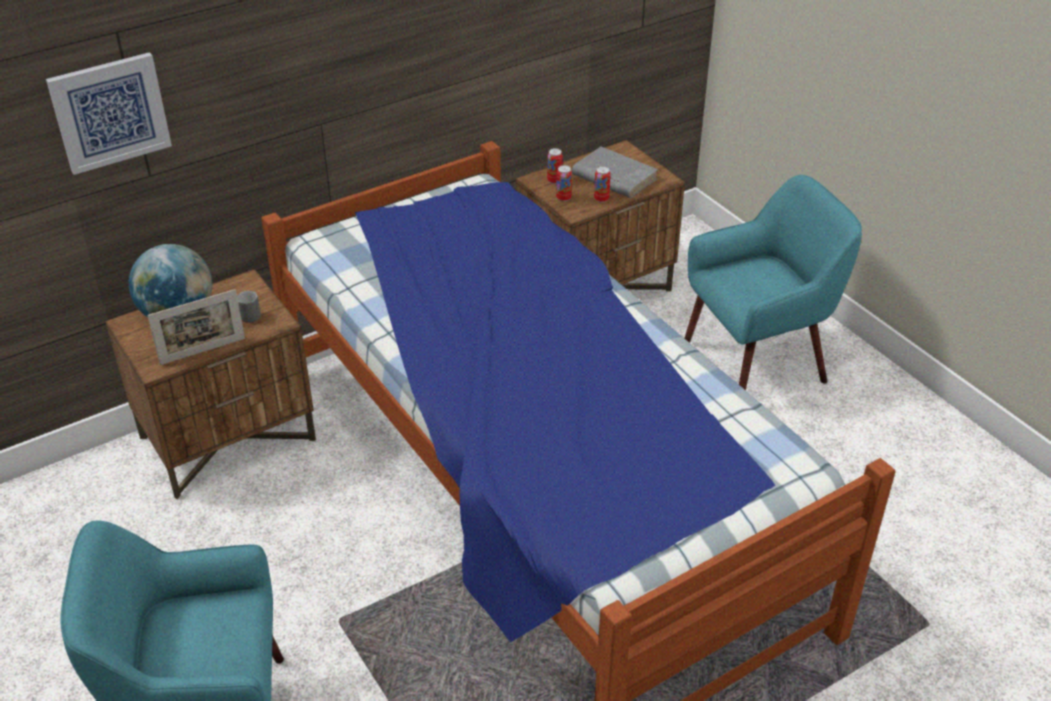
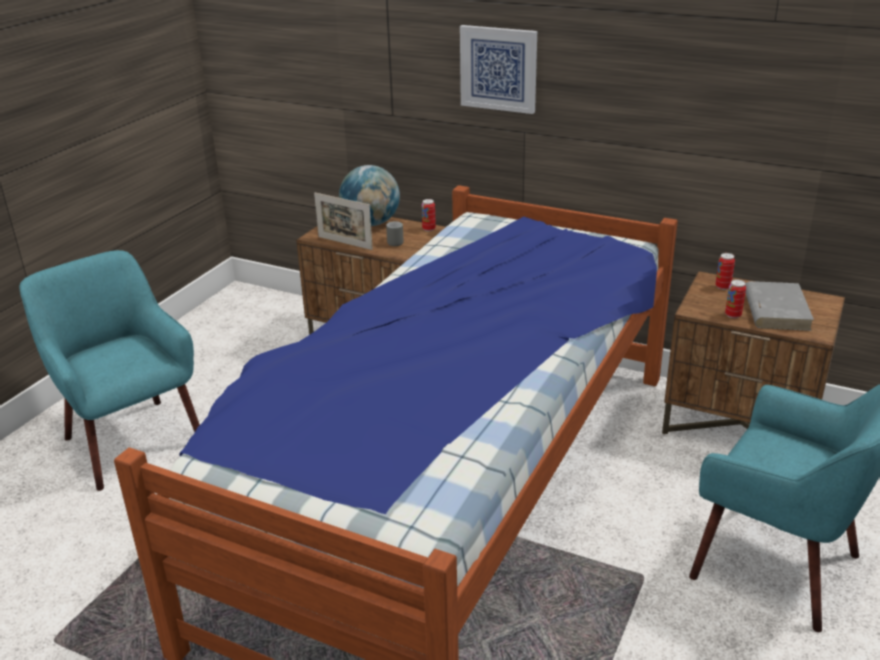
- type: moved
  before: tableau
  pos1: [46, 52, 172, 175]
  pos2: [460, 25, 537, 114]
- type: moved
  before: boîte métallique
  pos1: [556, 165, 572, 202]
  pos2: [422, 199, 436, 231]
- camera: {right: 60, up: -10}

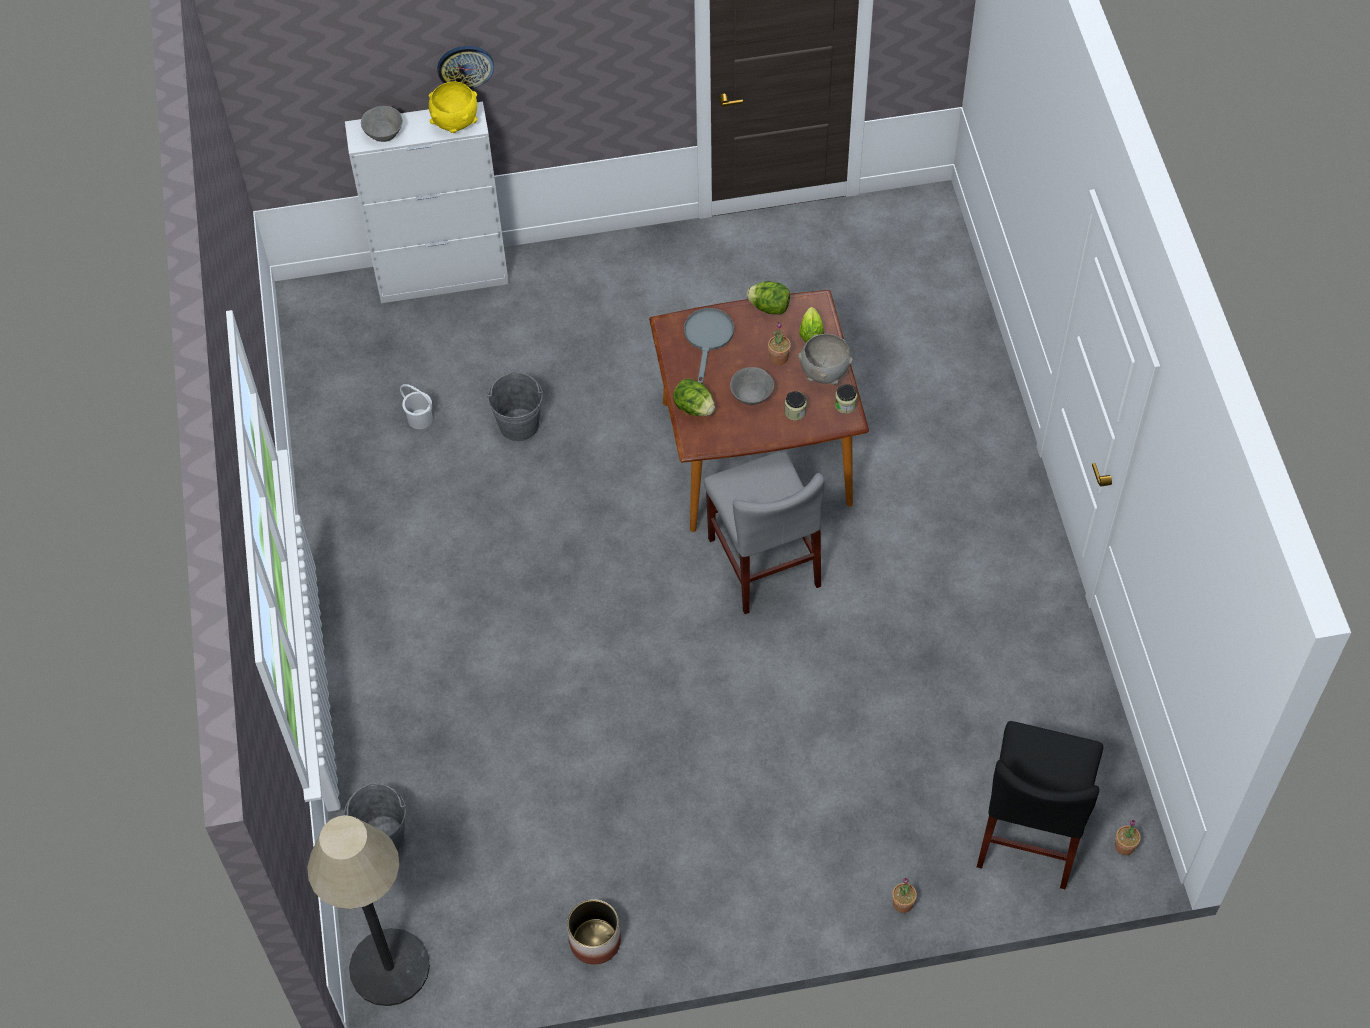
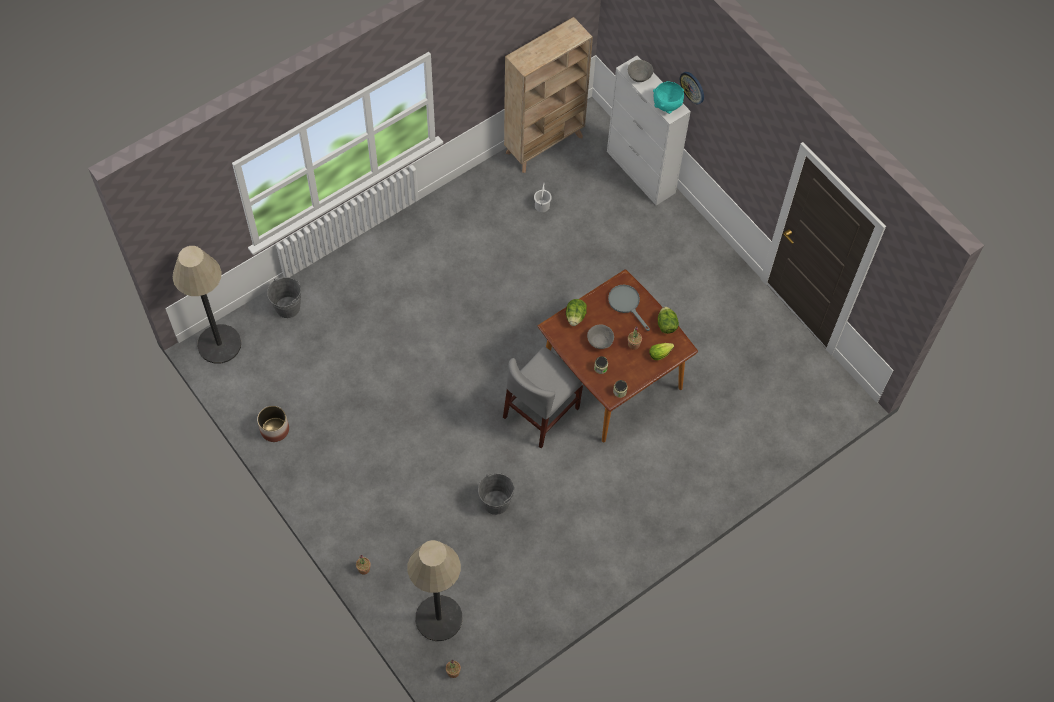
- type: recoloured
  before: bol (jaune)
  after: bol (turquoise)
  pos1: [429, 82, 477, 133]
  pos2: [653, 81, 684, 114]
- type: turned
  before: poêle (gris)
  pos1: [684, 308, 734, 384]
  pos2: [608, 285, 650, 331]
  turn: -105
- type: removed
  before: bol (gris)
  pos1: [798, 334, 853, 385]
- type: moved
  before: seau (gris)
  pos1: [487, 372, 543, 441]
  pos2: [478, 473, 514, 515]
- type: replaced
  before: chaise (noir)
  after: lampadaire
  pos1: [977, 721, 1103, 889]
  pos2: [408, 540, 462, 641]
- type: added
  after: bibliothèque (beige)
  pos2: [504, 17, 593, 173]
- camera: {right: 60, up: 5}

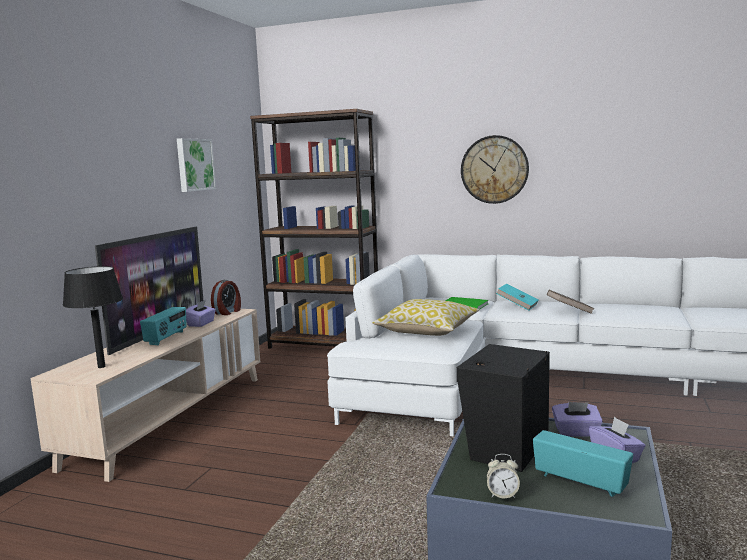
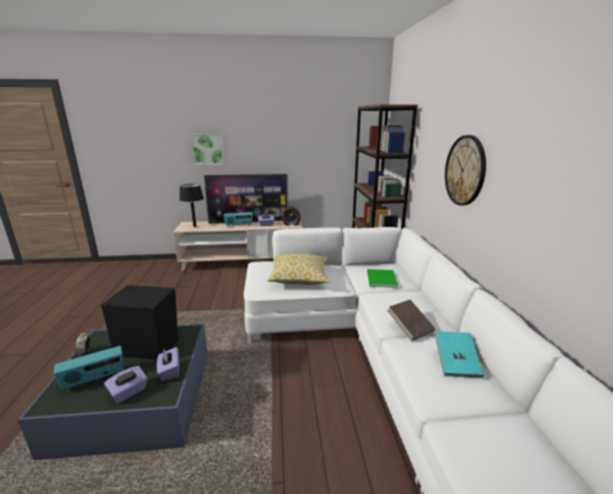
- type: moved
  before: tableau
  pos1: [177, 138, 216, 192]
  pos2: [191, 134, 224, 165]
- type: moved
  before: livre (turquoise)
  pos1: [496, 284, 538, 310]
  pos2: [435, 331, 484, 378]
- type: turned
  before: radio
  pos1: [533, 430, 633, 497]
  pos2: [54, 346, 124, 391]
  turn: 45
- camera: {right: 65, up: 10}

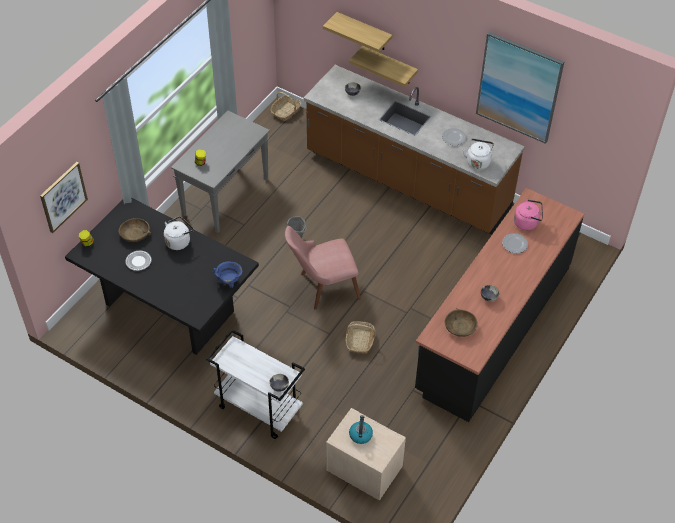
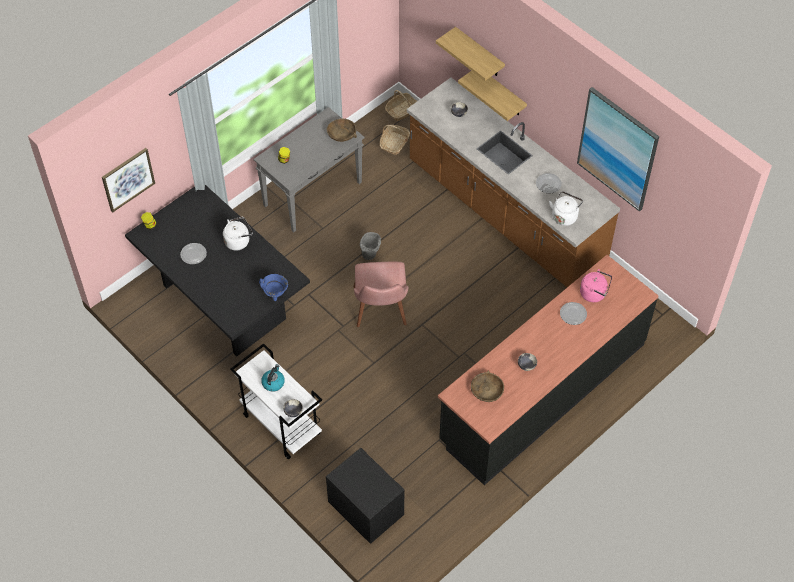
- type: moved
  before: bol (marron)
  pos1: [118, 218, 151, 242]
  pos2: [327, 118, 357, 142]
- type: turned
  before: chaise (rose)
  pos1: [285, 226, 361, 309]
  pos2: [353, 262, 408, 327]
  turn: -90
- type: moved
  before: panier
  pos1: [346, 321, 376, 354]
  pos2: [380, 125, 410, 155]
- type: recoloured
  before: table de chevet (beige)
  after: table de chevet (noir)
  pos1: [326, 408, 406, 501]
  pos2: [326, 448, 404, 544]
- type: moved
  before: bouilloire
  pos1: [349, 415, 373, 444]
  pos2: [261, 364, 285, 392]
- camera: {right: 15, up: 5}

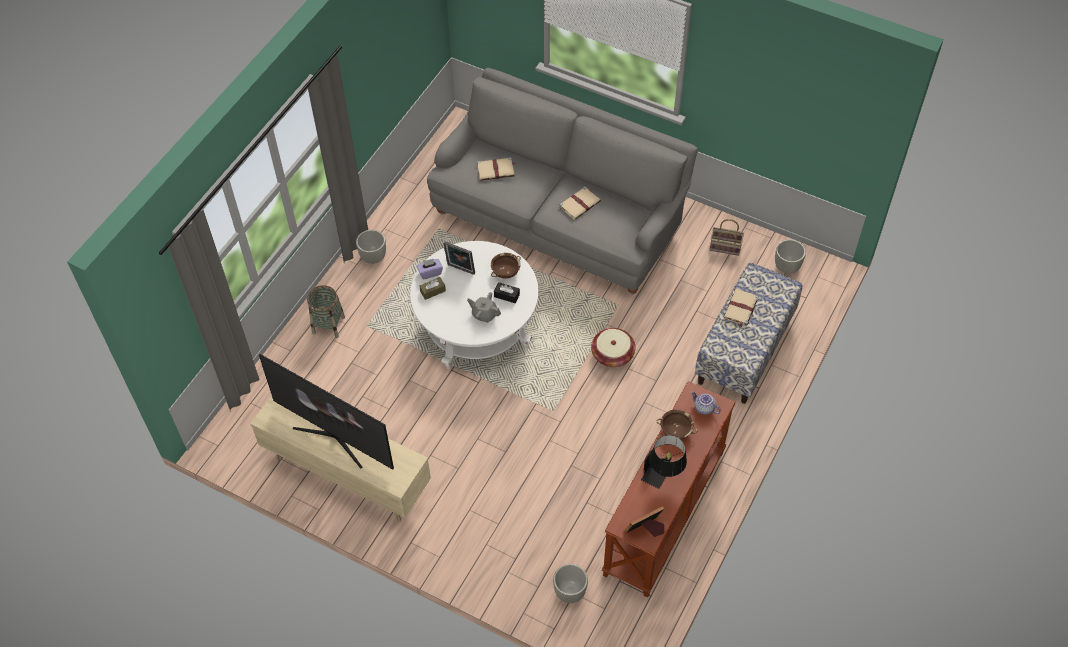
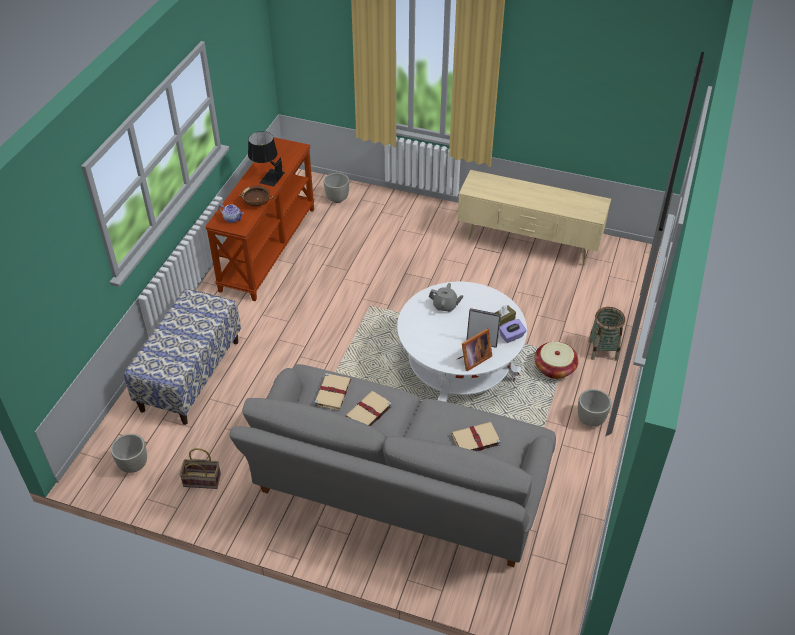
- type: removed
  before: bol (marron)
  pos1: [491, 253, 521, 279]
- type: removed
  before: boîte à mouchoirs (noir)
  pos1: [494, 282, 520, 303]
- type: moved
  before: livre (beige)
  pos1: [724, 289, 759, 328]
  pos2: [314, 373, 351, 410]
- type: moved
  before: panier
  pos1: [591, 328, 635, 367]
  pos2: [534, 342, 579, 379]
- type: removed
  before: téléviseur
  pos1: [259, 354, 394, 470]
- type: moved
  before: cadre photo
  pos1: [624, 506, 664, 537]
  pos2: [458, 329, 492, 371]
- camera: {right: 170, up: -10}

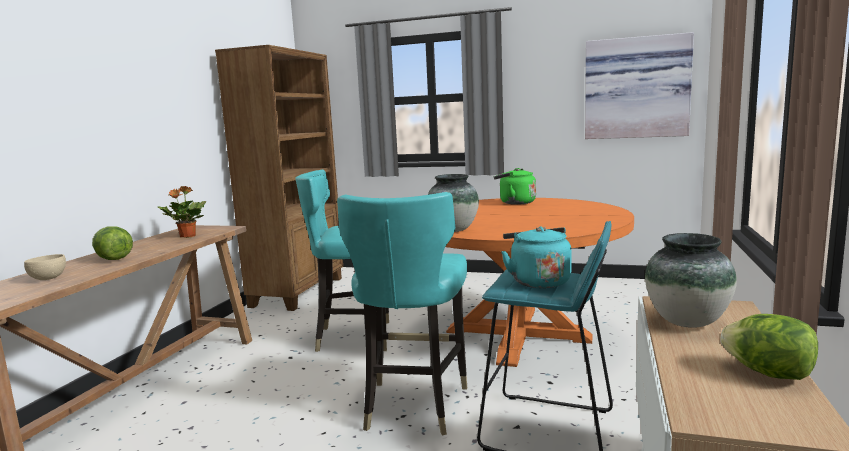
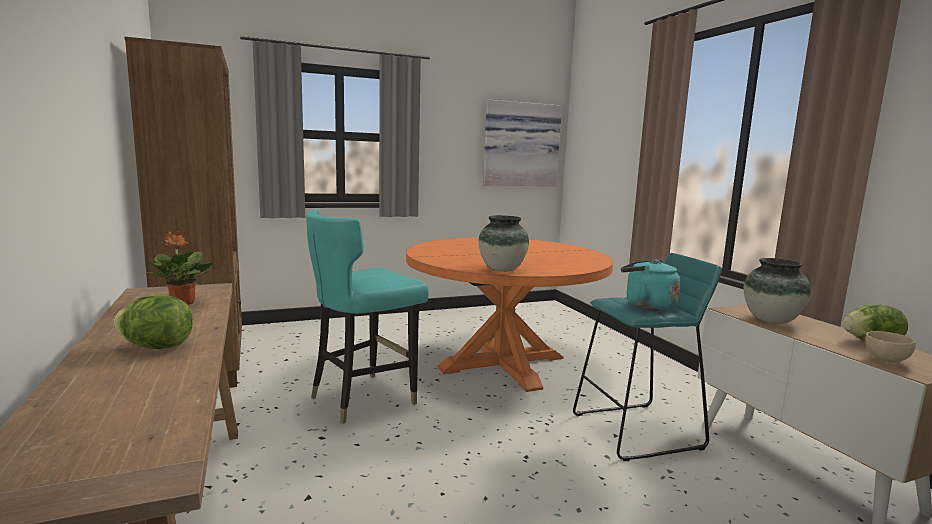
- type: removed
  before: bouilloire (vert)
  pos1: [494, 168, 536, 205]
- type: removed
  before: chaise (turquoise)
  pos1: [337, 192, 467, 435]
- type: moved
  before: bol (beige)
  pos1: [24, 254, 66, 280]
  pos2: [865, 331, 916, 363]
- camera: {right: -40, up: 0}

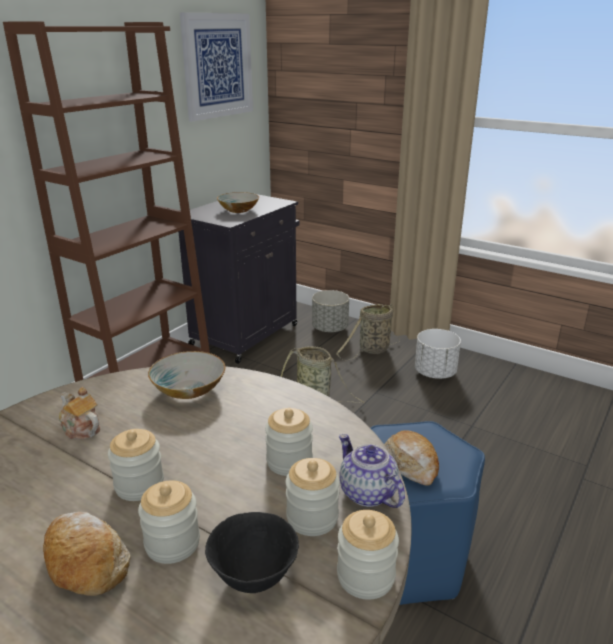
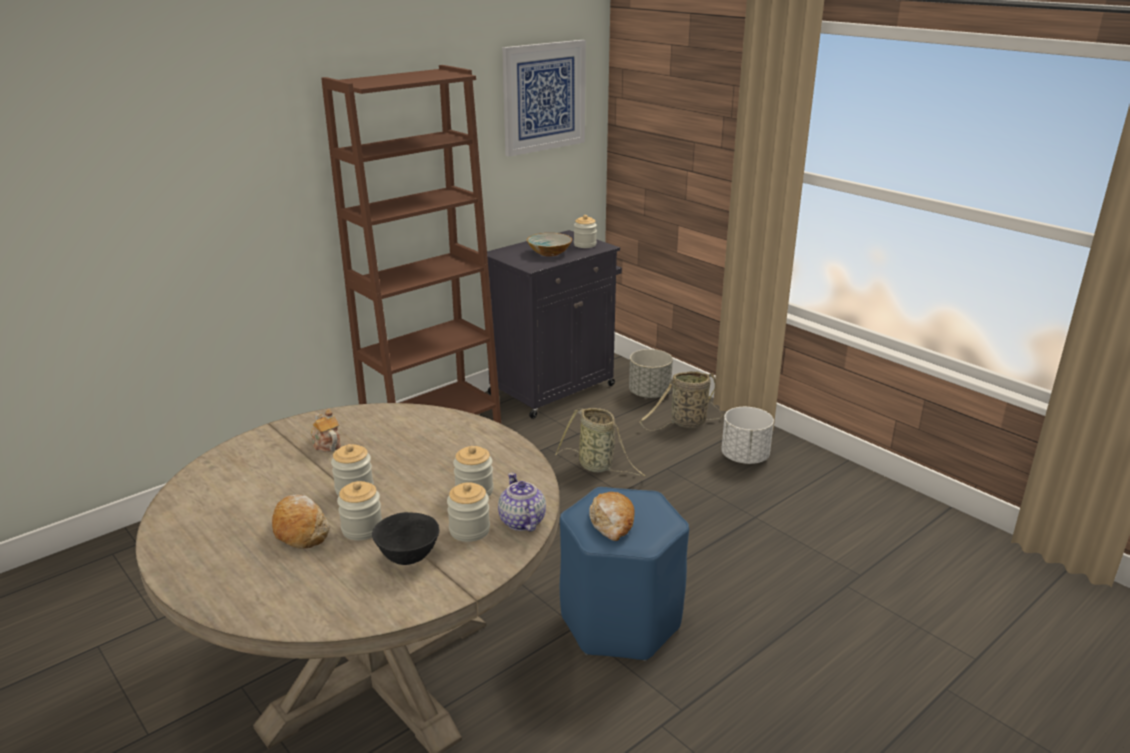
- type: removed
  before: bol
  pos1: [148, 351, 226, 399]
- type: moved
  before: bocal
  pos1: [337, 510, 399, 600]
  pos2: [574, 215, 597, 248]
- camera: {right: 15, up: 0}

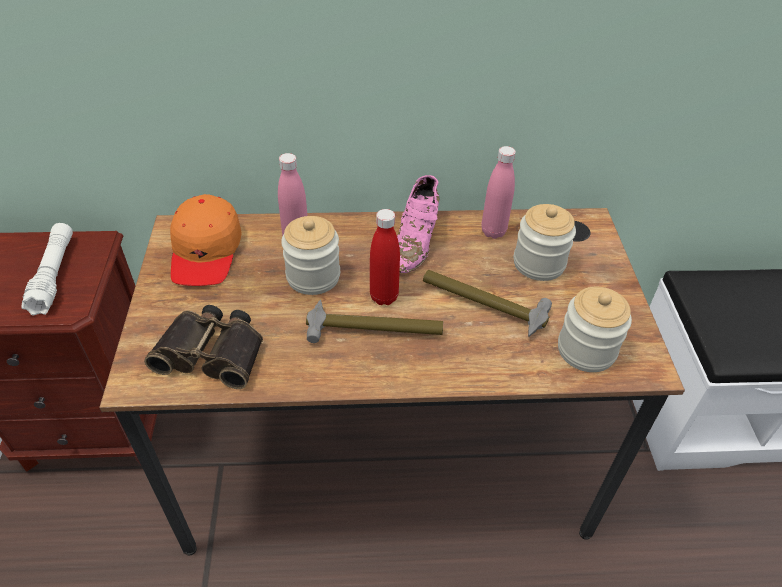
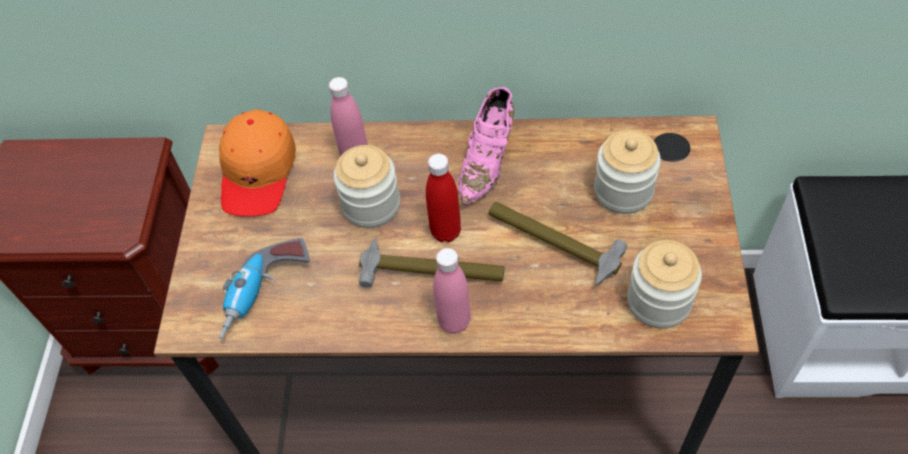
- type: moved
  before: bouteille (rose)
  pos1: [481, 146, 516, 239]
  pos2: [433, 248, 471, 334]
- type: removed
  before: lampe de poche (blanc)
  pos1: [21, 223, 73, 316]
- type: replaced
  before: jumelles
  after: perceuse
  pos1: [144, 305, 263, 389]
  pos2: [219, 238, 310, 339]
- camera: {right: 10, up: 10}

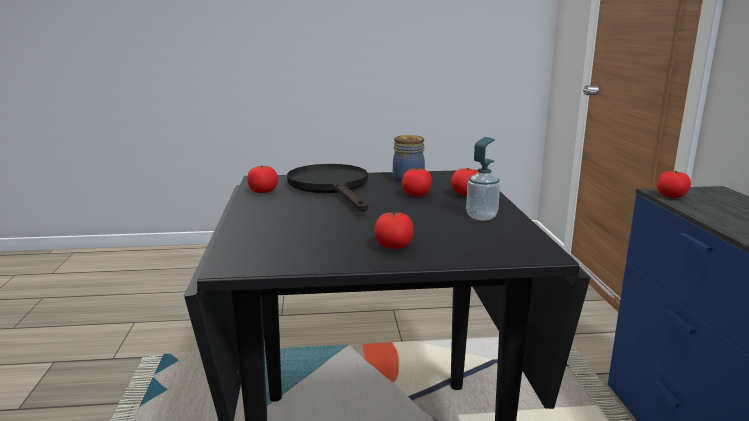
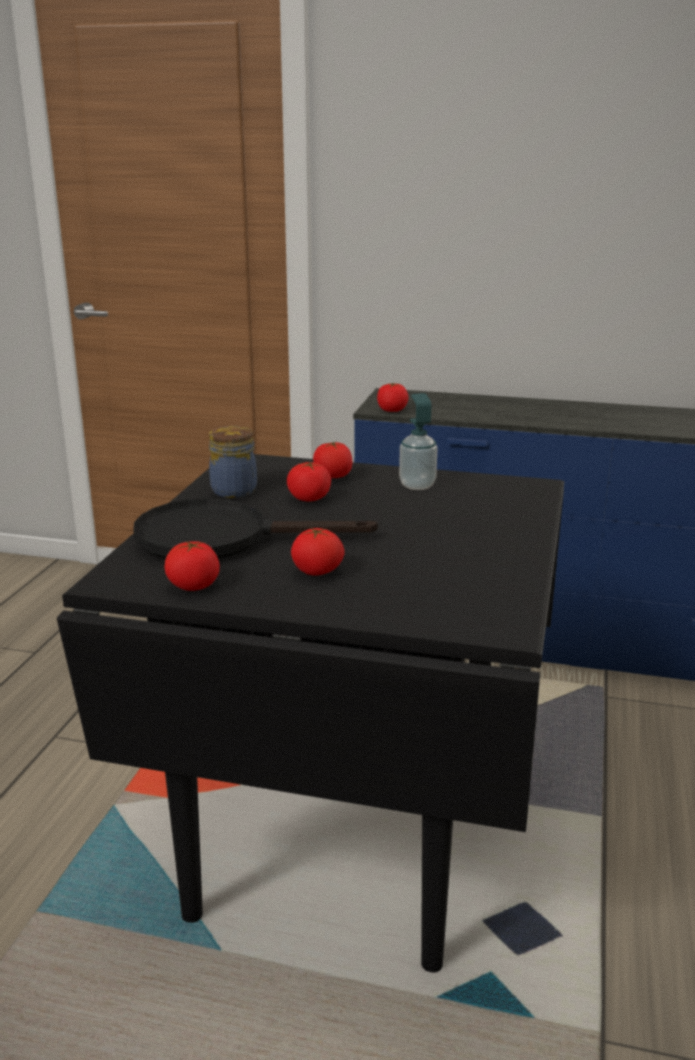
- type: moved
  before: tomate
  pos1: [375, 212, 414, 249]
  pos2: [291, 528, 345, 576]
- camera: {right: -70, up: 5}

